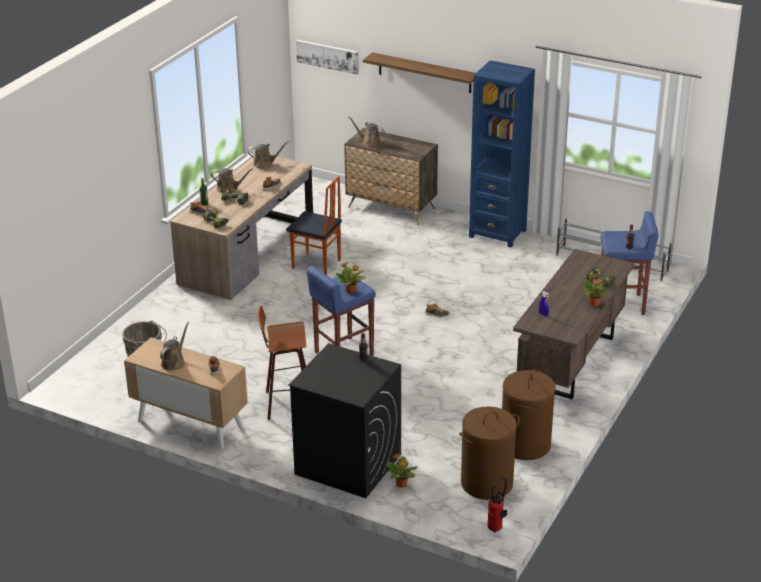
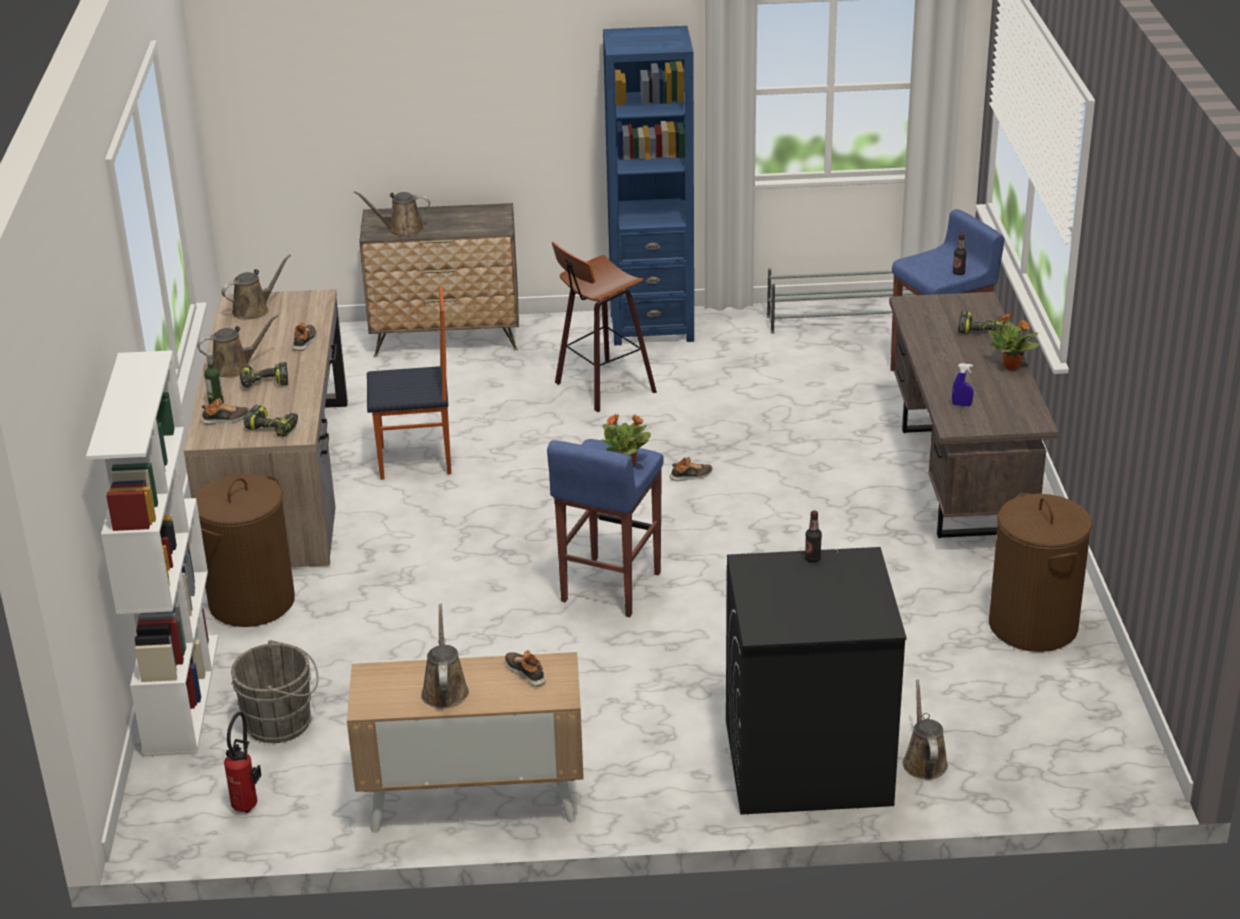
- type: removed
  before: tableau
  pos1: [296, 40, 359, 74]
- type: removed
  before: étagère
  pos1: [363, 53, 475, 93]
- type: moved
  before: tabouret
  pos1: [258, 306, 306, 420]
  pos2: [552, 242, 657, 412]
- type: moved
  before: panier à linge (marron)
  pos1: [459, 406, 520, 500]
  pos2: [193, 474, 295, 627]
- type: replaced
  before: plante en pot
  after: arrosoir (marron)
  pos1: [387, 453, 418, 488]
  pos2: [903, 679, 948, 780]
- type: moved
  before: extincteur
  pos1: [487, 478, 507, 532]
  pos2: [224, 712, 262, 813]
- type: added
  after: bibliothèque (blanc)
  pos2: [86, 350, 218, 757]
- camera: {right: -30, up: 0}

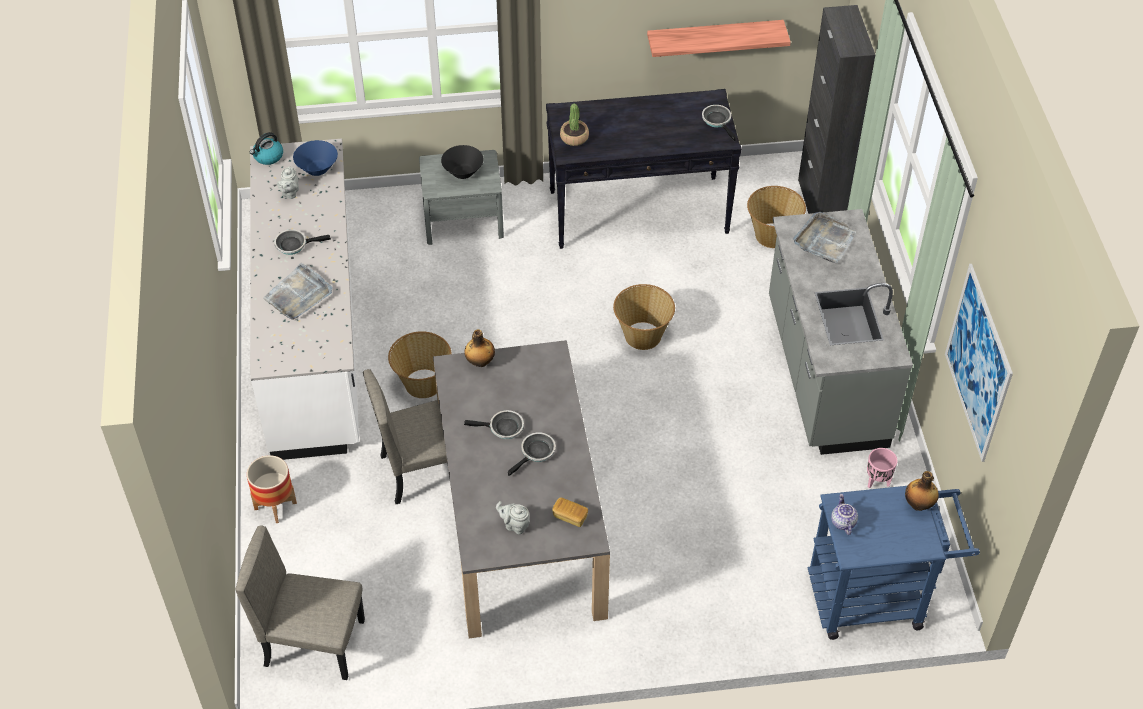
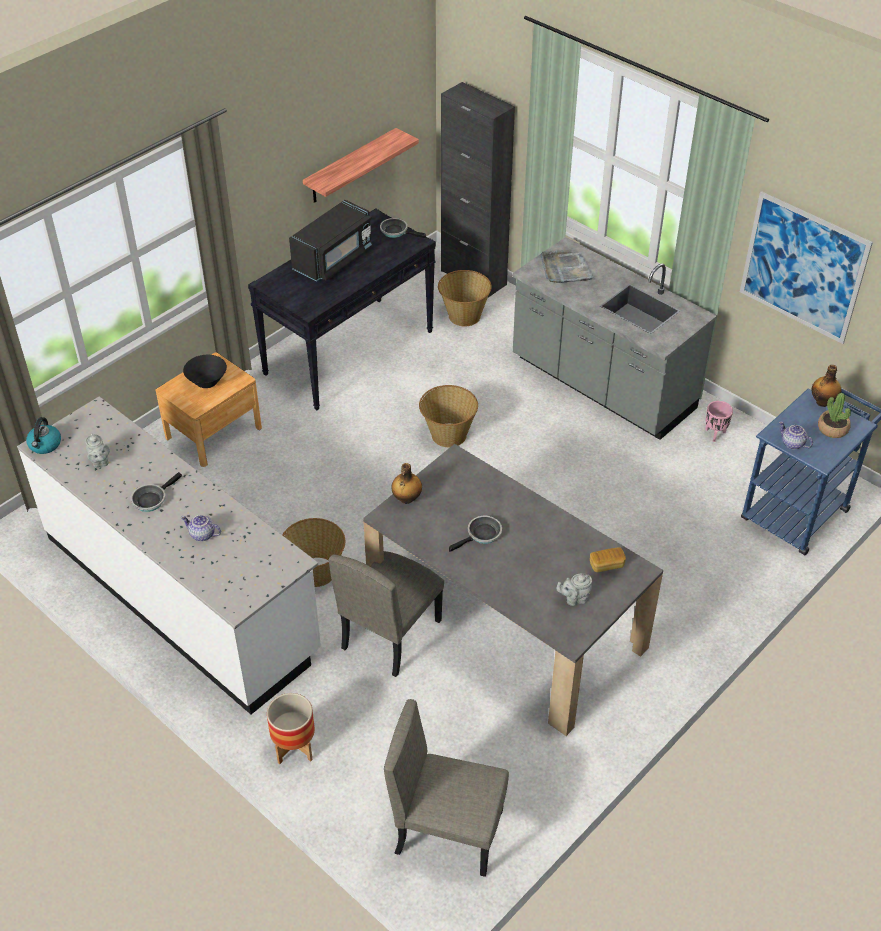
- type: moved
  before: plante en pot
  pos1: [560, 103, 589, 146]
  pos2: [818, 393, 851, 438]
- type: removed
  before: bol (bleu)
  pos1: [293, 140, 338, 176]
- type: recoloured
  before: table de chevet (gris)
  after: table de chevet (marron)
  pos1: [419, 150, 504, 245]
  pos2: [156, 353, 262, 467]
- type: replaced
  before: plateau (gris)
  after: théière
  pos1: [263, 263, 332, 320]
  pos2: [181, 515, 221, 541]
- type: removed
  before: poêle
  pos1: [508, 432, 556, 476]
- type: turned
  before: chaise (beige)
  pos1: [236, 525, 365, 680]
  pos2: [384, 699, 509, 877]
  turn: 45
- type: added
  after: micro-ondes (noir)
  pos2: [289, 200, 373, 281]
- camera: {right: -40, up: -5}

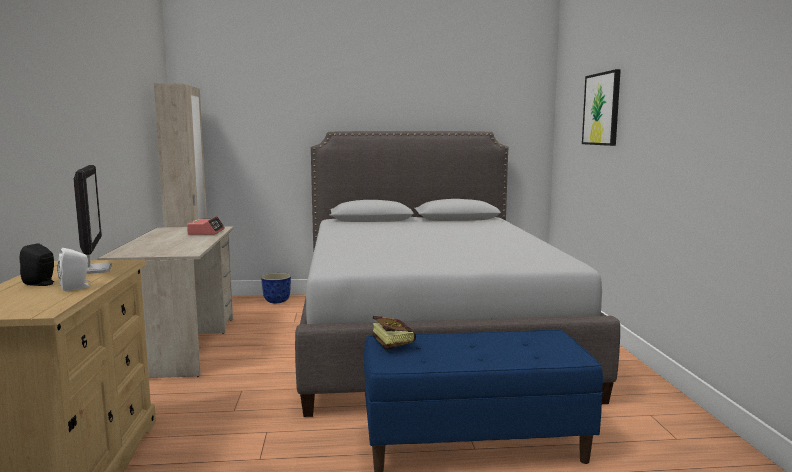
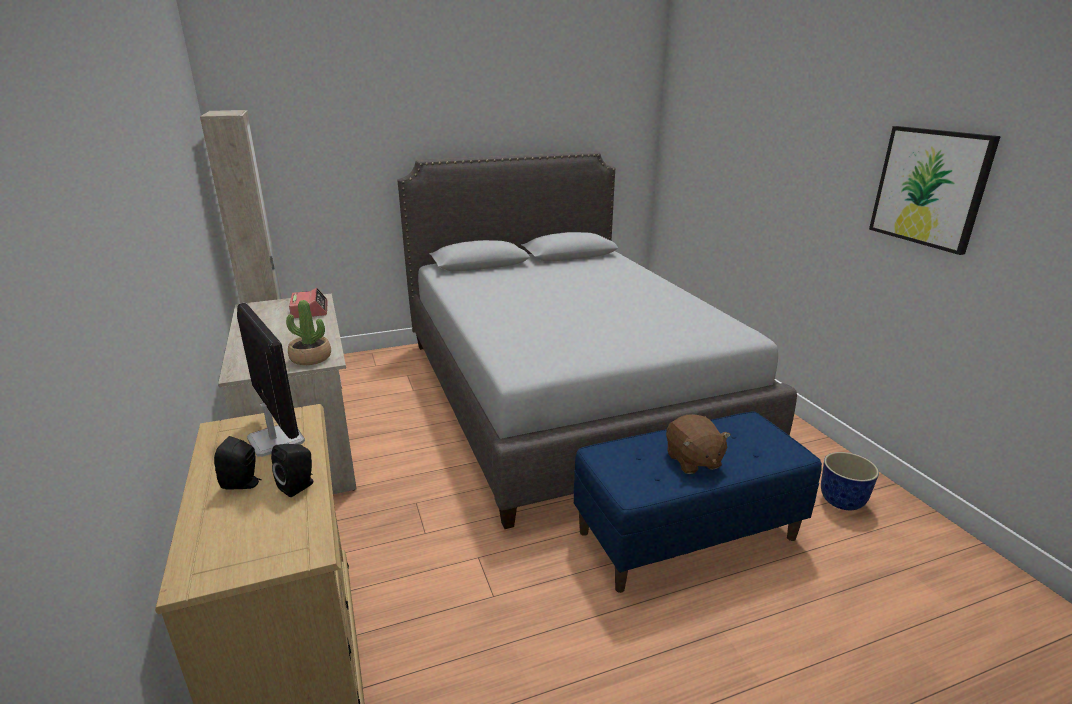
- type: moved
  before: tableau
  pos1: [582, 69, 621, 146]
  pos2: [869, 126, 1001, 255]
- type: recoloured
  before: enceinte (blanc)
  after: enceinte (noir)
  pos1: [57, 248, 92, 291]
  pos2: [271, 444, 313, 497]
- type: moved
  before: cache-pot
  pos1: [261, 273, 291, 303]
  pos2: [821, 452, 879, 510]
- type: removed
  before: livre
  pos1: [373, 316, 416, 351]
- type: added
  after: plante en pot
  pos2: [286, 300, 331, 365]
- type: added
  after: peluche (marron)
  pos2: [666, 415, 731, 474]
- camera: {right: -15, up: 15}

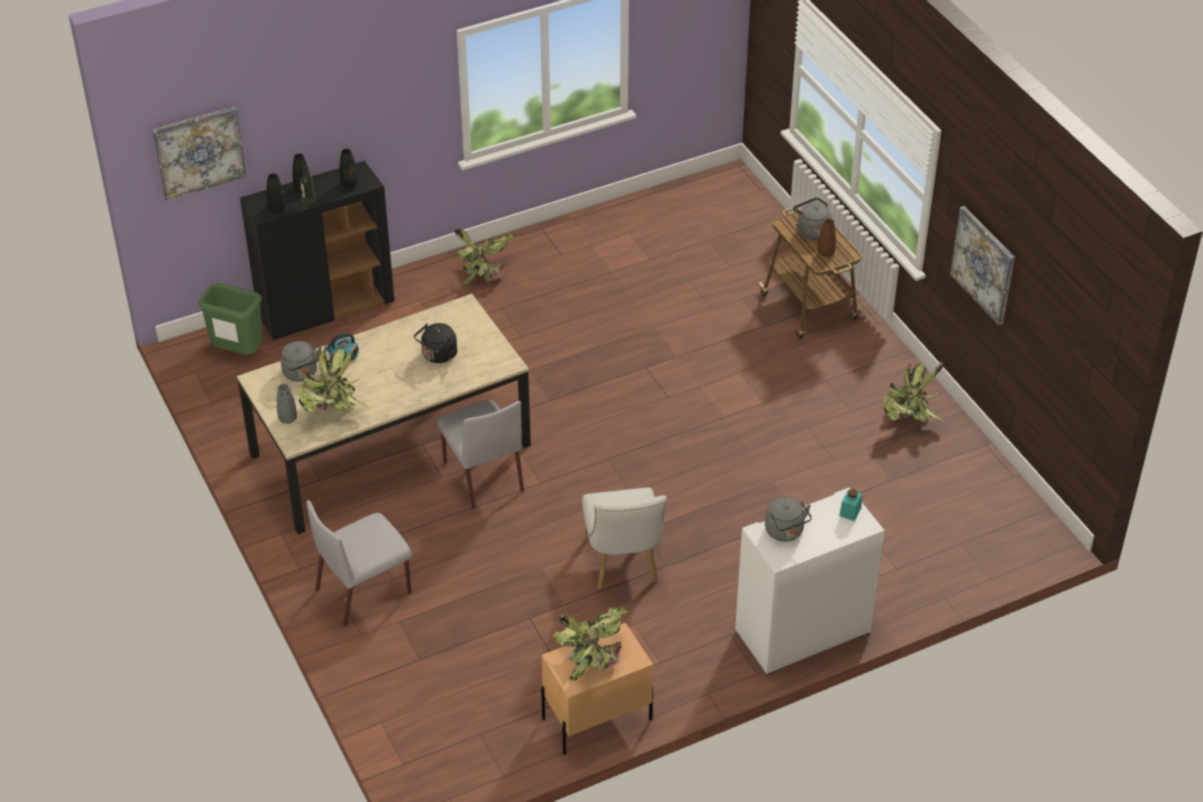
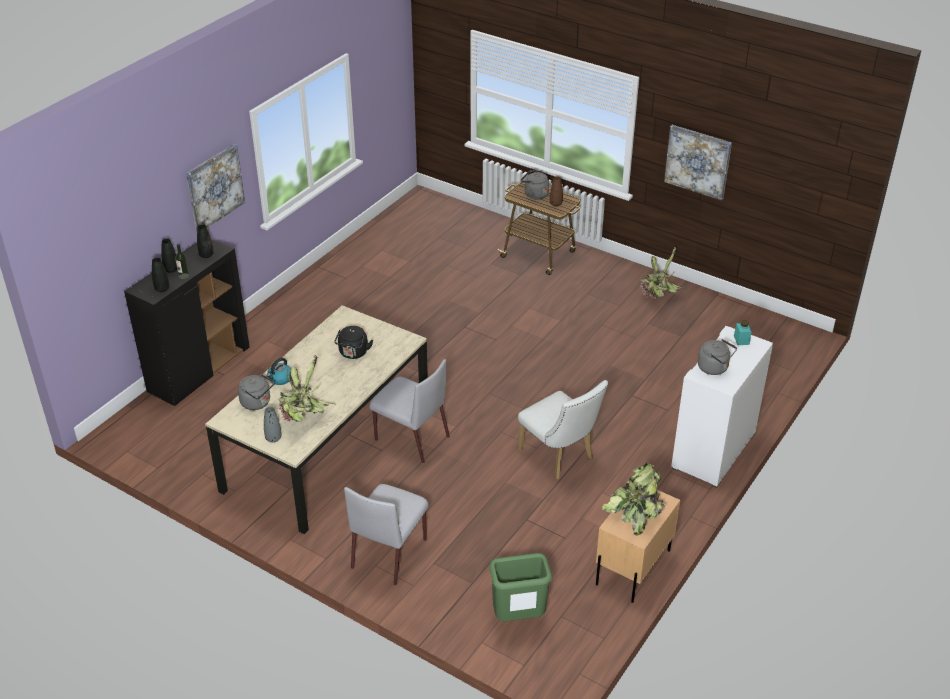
- type: moved
  before: tableau
  pos1: [152, 106, 247, 200]
  pos2: [186, 144, 245, 232]
- type: removed
  before: plante en pot
  pos1: [455, 227, 515, 285]
- type: moved
  before: poubelle (vert)
  pos1: [199, 283, 263, 355]
  pos2: [489, 553, 552, 621]
- camera: {right: -30, up: -5}

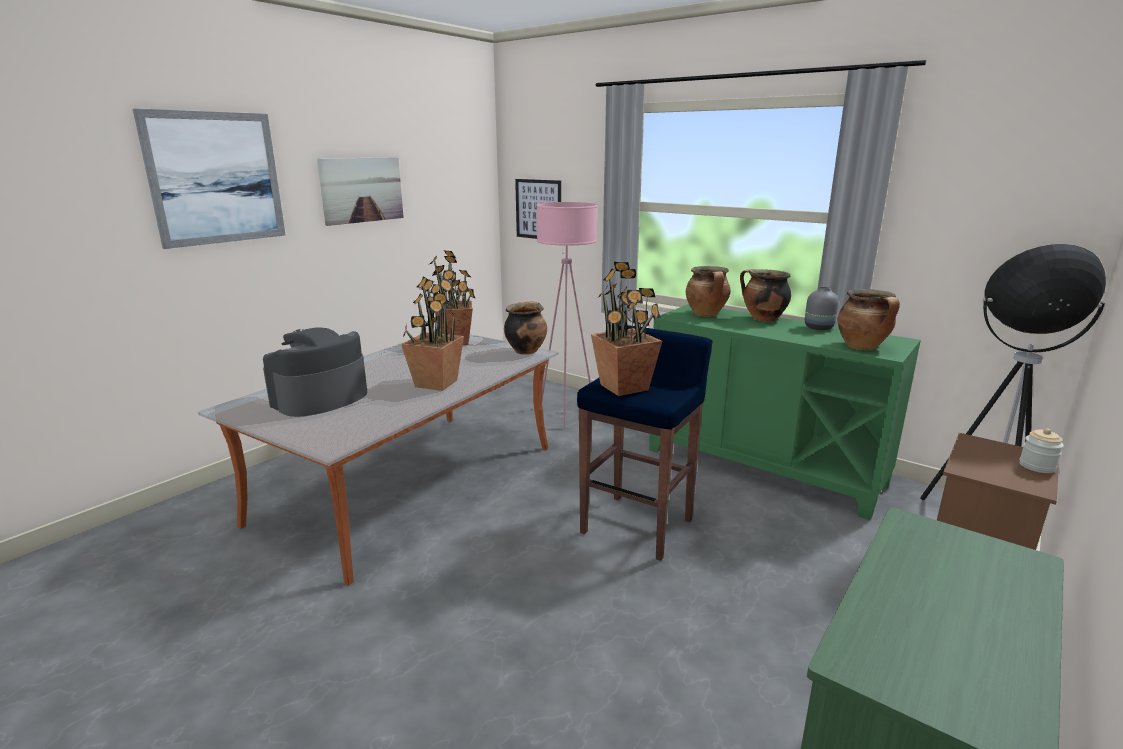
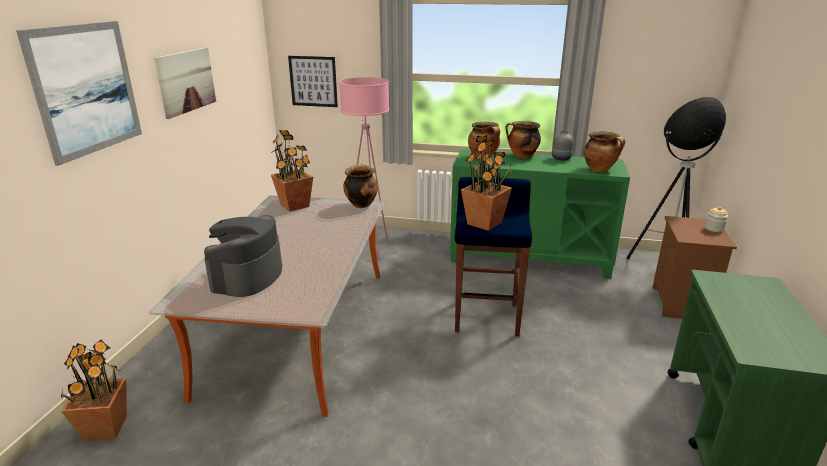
- type: moved
  before: plante en pot
  pos1: [401, 277, 464, 391]
  pos2: [61, 340, 127, 441]
- camera: {right: -25, up: 5}

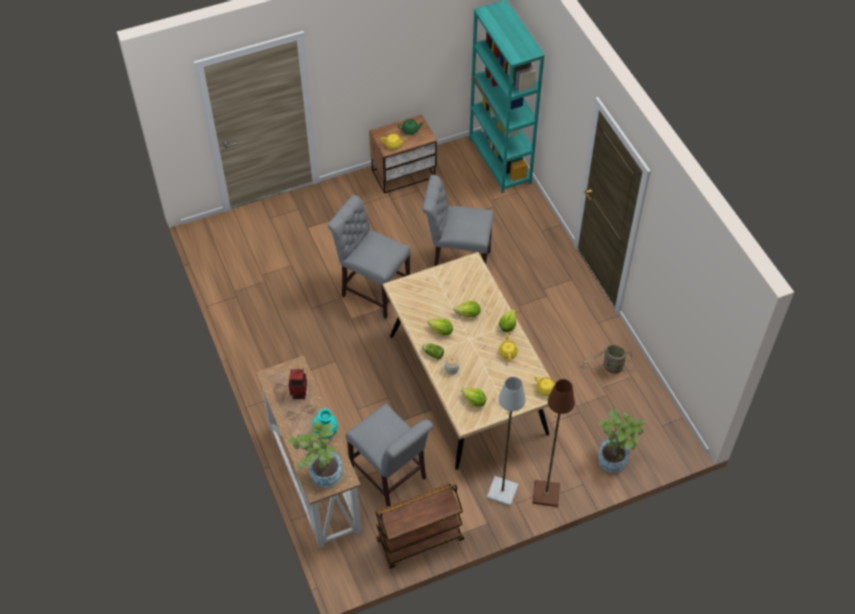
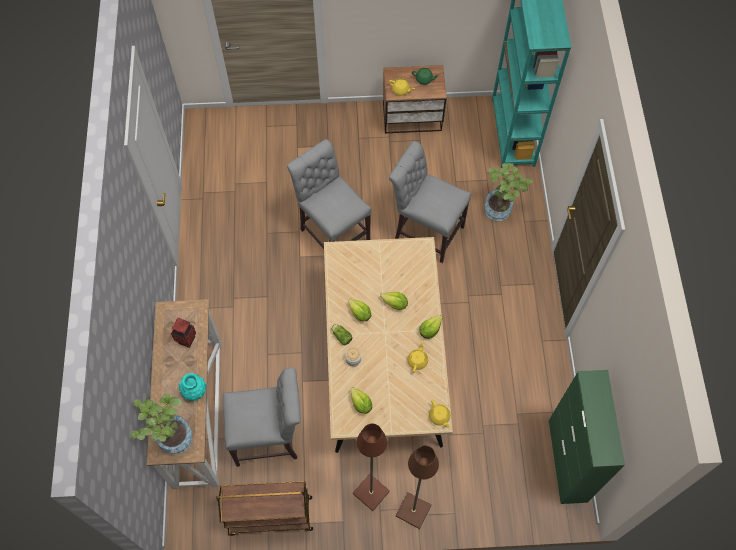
- type: removed
  before: panier
  pos1: [582, 345, 634, 374]
- type: recoloured
  before: lampadaire (gris)
  after: lampadaire (marron)
  pos1: [486, 377, 526, 506]
  pos2: [353, 423, 390, 511]
- type: turned
  before: chaise (gris)
  pos1: [346, 403, 433, 507]
  pos2: [223, 368, 301, 467]
  turn: -75
- type: moved
  before: plante en pot
  pos1: [598, 409, 645, 472]
  pos2: [484, 163, 533, 221]
- type: added
  after: meuble de rangement (vert)
  pos2: [549, 370, 625, 504]
- camera: {right: 20, up: 10}

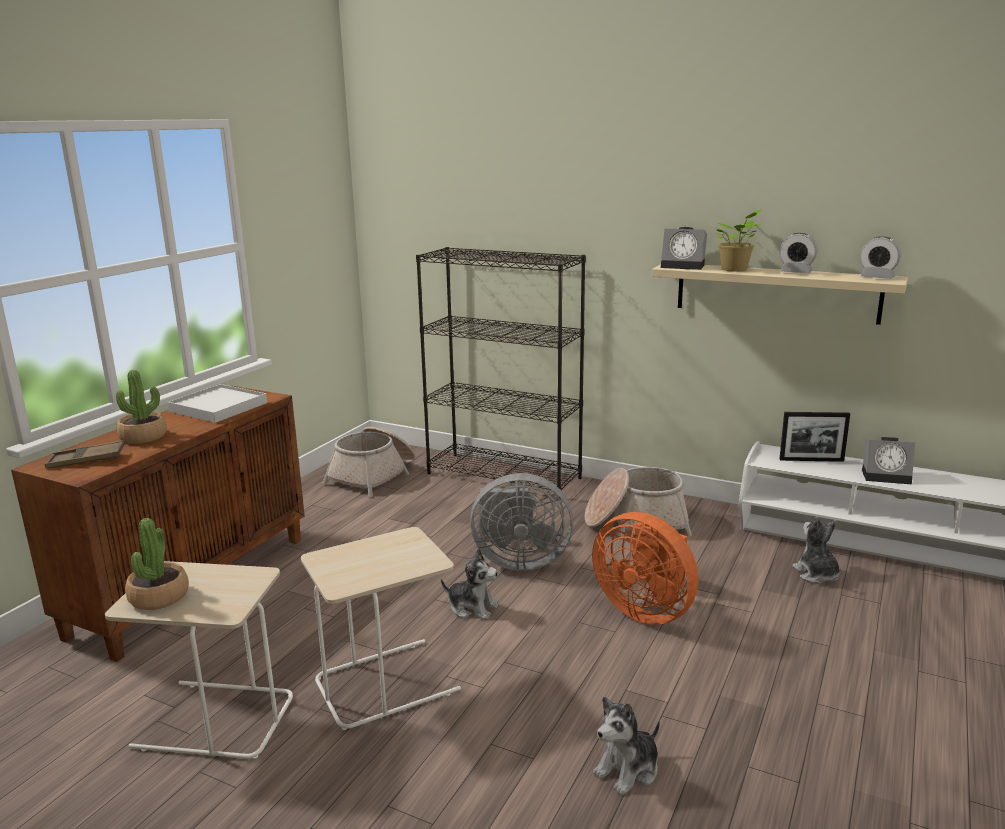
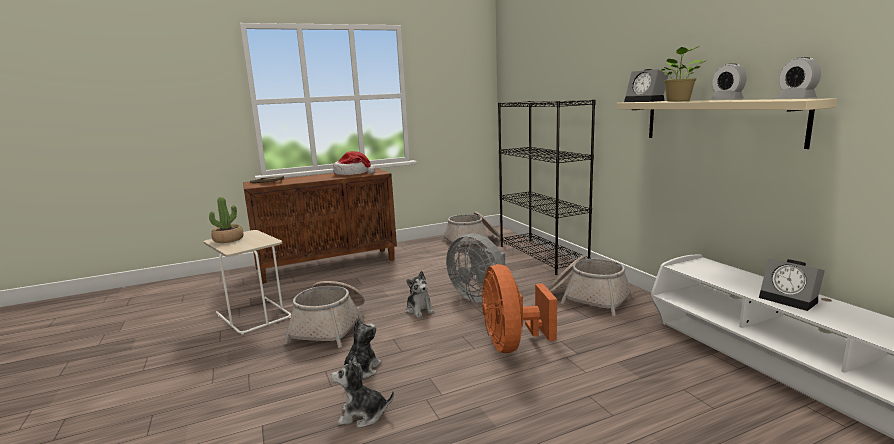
- type: removed
  before: plante en pot
  pos1: [116, 370, 167, 444]
- type: replaced
  before: plateau (blanc)
  after: chapeau
  pos1: [167, 384, 267, 423]
  pos2: [333, 151, 376, 175]
- type: removed
  before: cadre photo
  pos1: [780, 412, 850, 462]
- type: moved
  before: peluche
  pos1: [792, 517, 842, 584]
  pos2: [344, 318, 382, 379]
- type: replaced
  before: table d'appoint (beige)
  after: panier
  pos1: [301, 527, 461, 730]
  pos2: [283, 281, 365, 348]
- camera: {right: 40, up: -5}

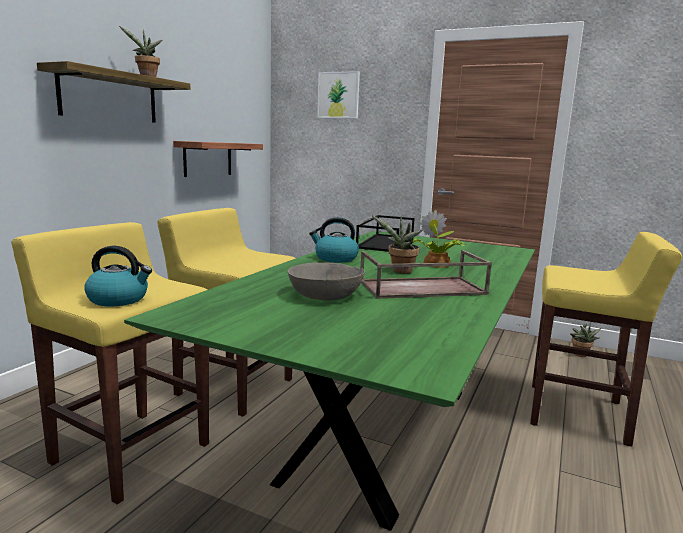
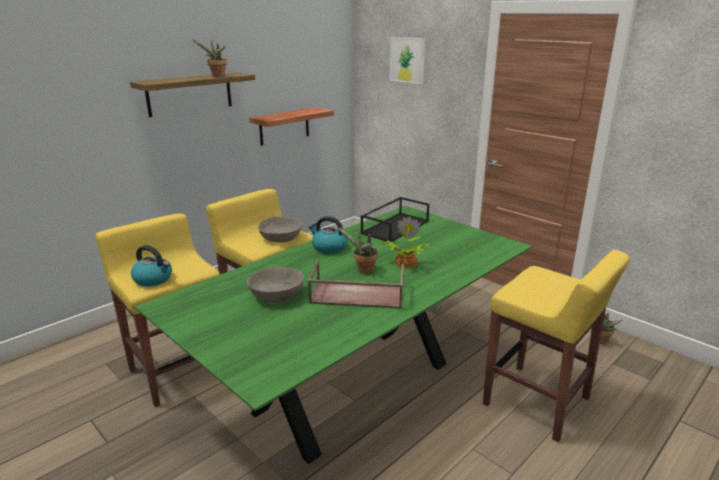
- type: added
  after: bol (gris)
  pos2: [258, 216, 302, 243]
- camera: {right: 20, up: 10}

